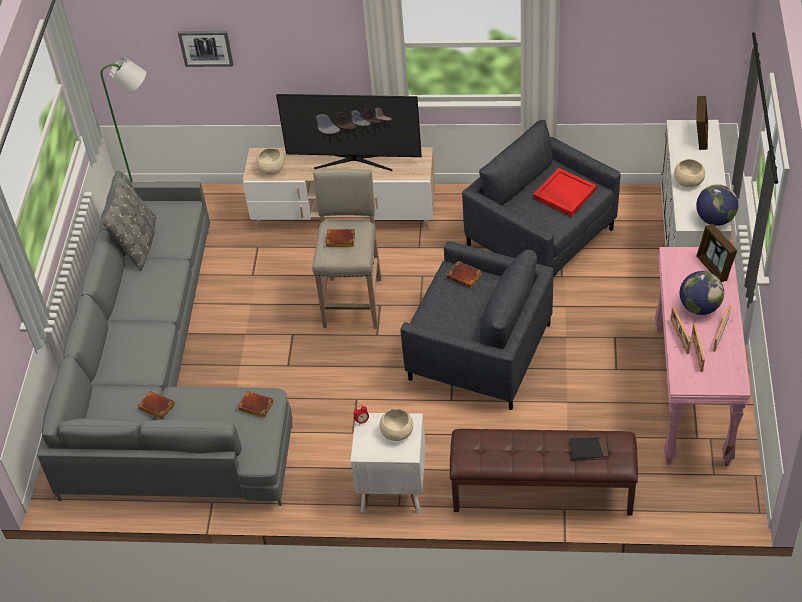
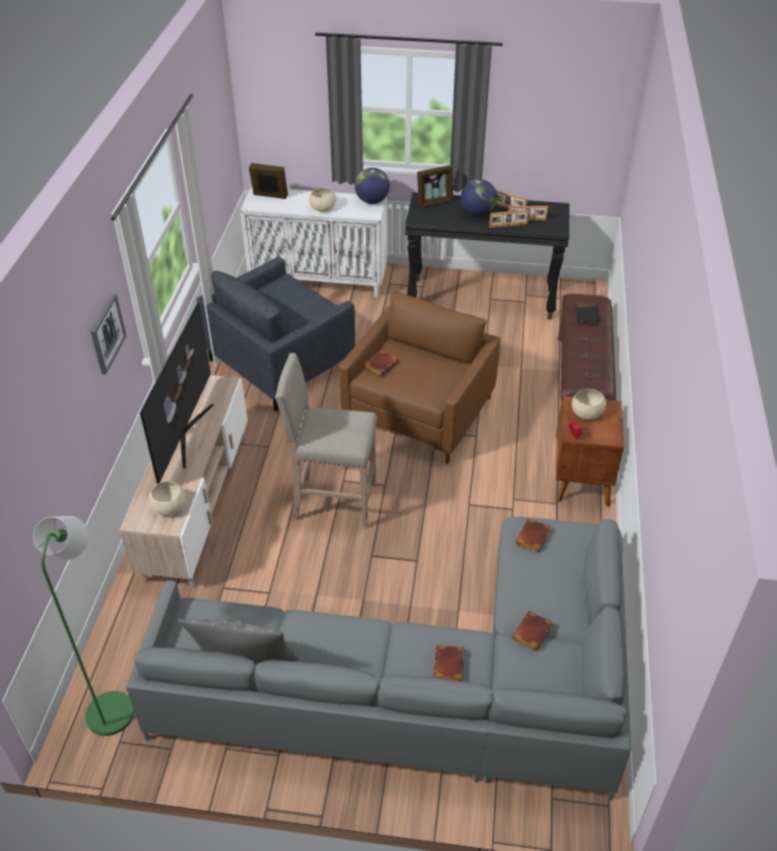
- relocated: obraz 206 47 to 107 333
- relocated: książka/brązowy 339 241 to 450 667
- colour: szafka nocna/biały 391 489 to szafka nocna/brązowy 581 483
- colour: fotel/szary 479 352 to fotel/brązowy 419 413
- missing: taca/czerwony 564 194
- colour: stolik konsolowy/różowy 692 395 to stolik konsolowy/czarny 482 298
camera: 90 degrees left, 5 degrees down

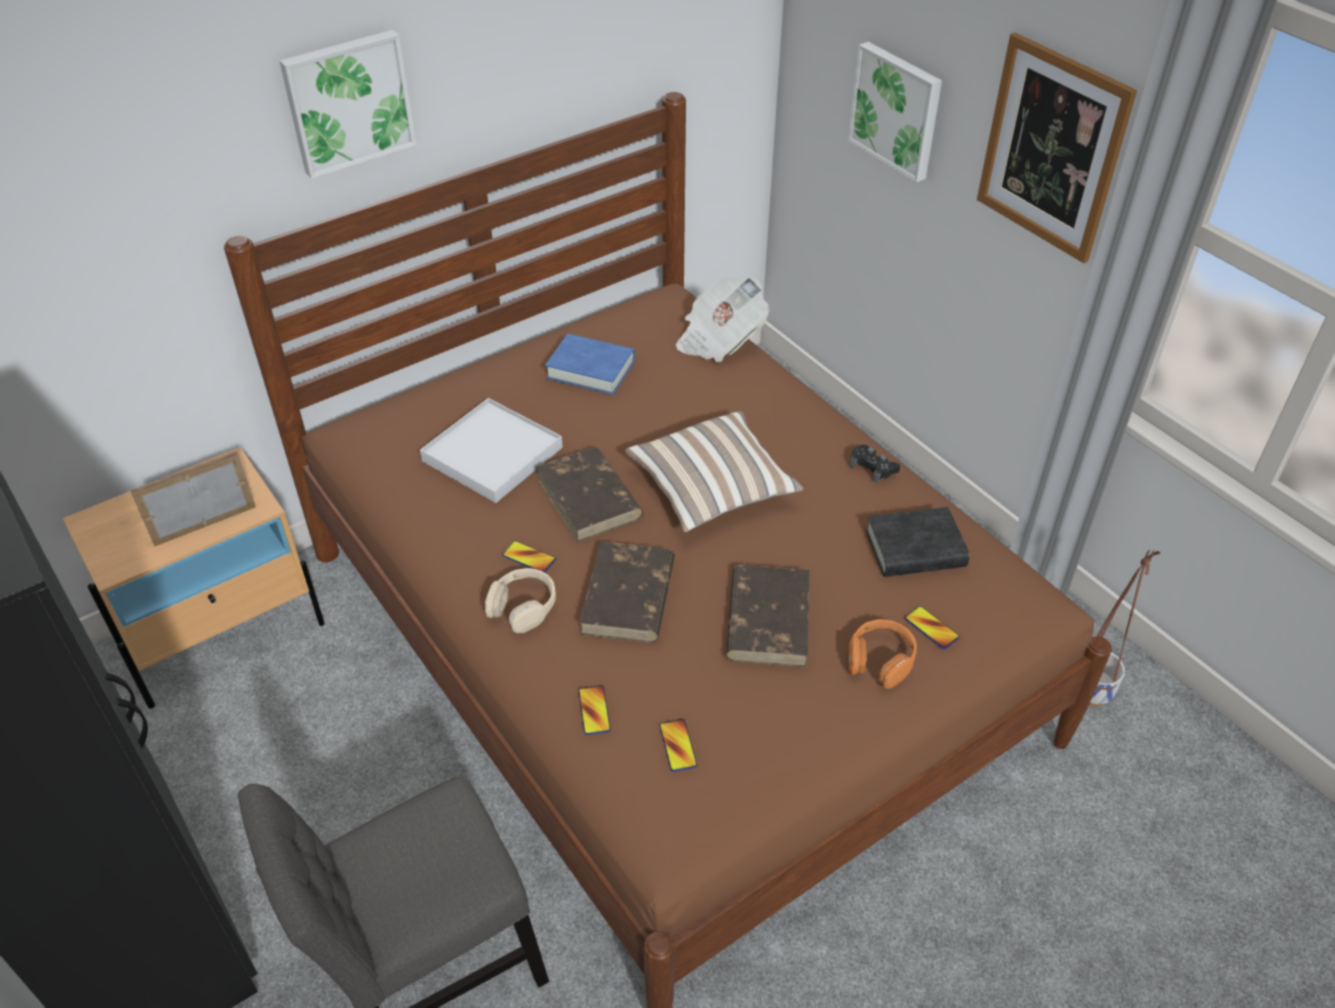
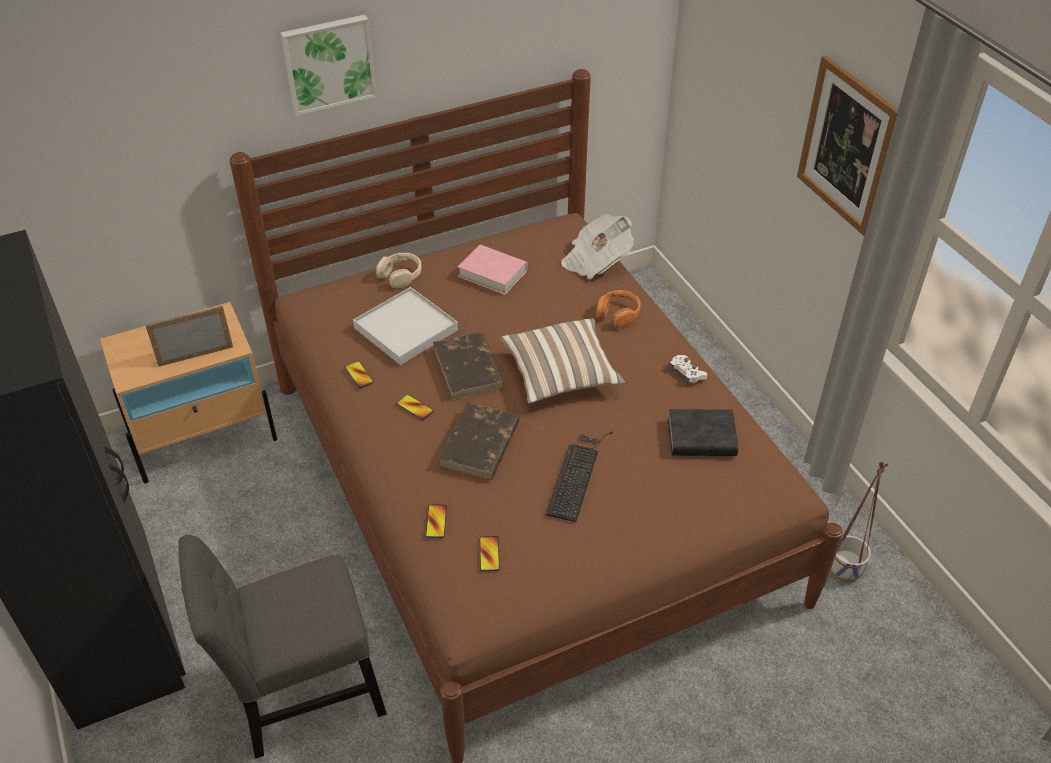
- relocated: słuchawki/beżowy 523 607 to 400 275
- colour: książka/niebieski 591 369 to książka/różowy 493 274
- exchanged: książka/brązowy 768 618 to klawiatura 577 474
- missing: obraz 897 110
- colour: pad do gier/czarny 873 467 to pad do gier/biały 687 373
- relocated: słuchawki/pomarańczowy 880 660 to 618 314
- relocated: telefon 931 628 to 359 375
camera: 10 degrees right, 0 degrees up

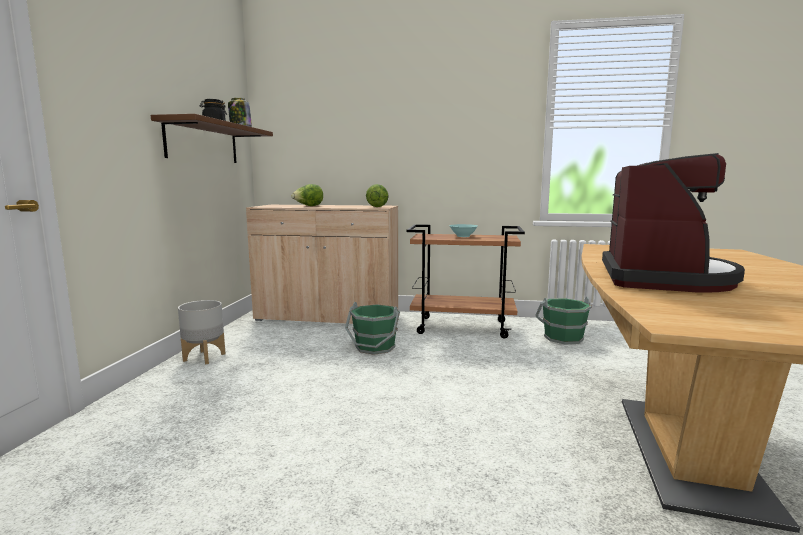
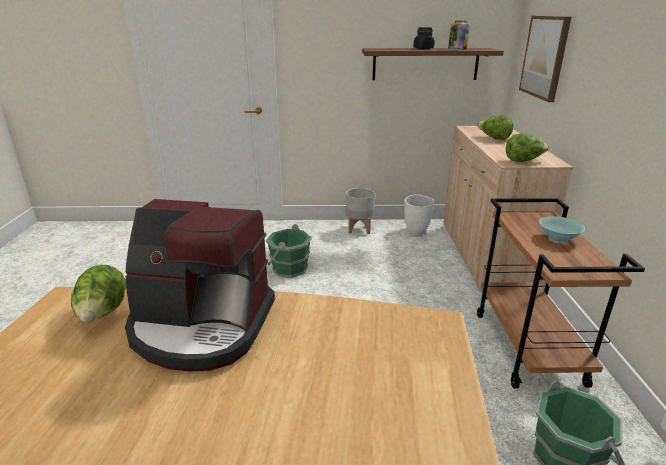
- relocated: wiadro/zielony 375 347 to 289 268
- appeared: sałata 103 314
- appeared: wazon/biały 416 231
- appeared: obraz 545 57
camera: 80 degrees right, 15 degrees up

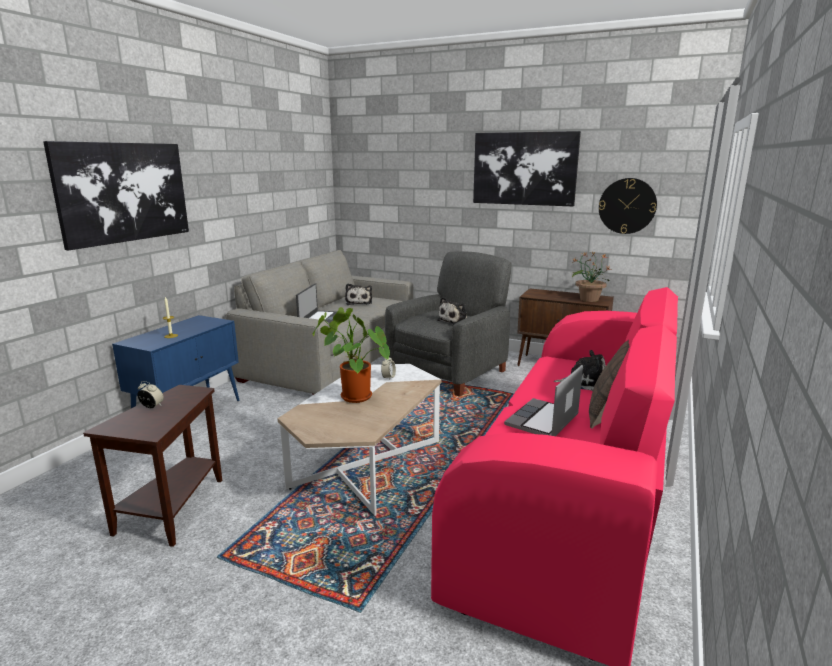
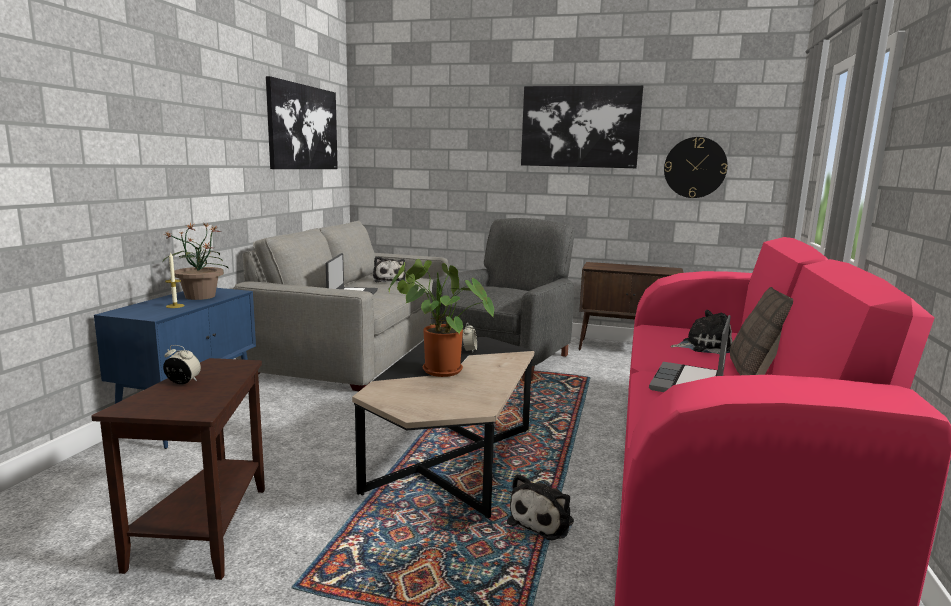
- relocated: obraz 123 192 to 303 127
- colour: ława/biały 368 464 to ława/czarny 453 460
- relocated: pluszak 455 321 to 543 521
- relocated: roślina doniczkowa 588 299 to 200 296
camera: 10 degrees left, 5 degrees down

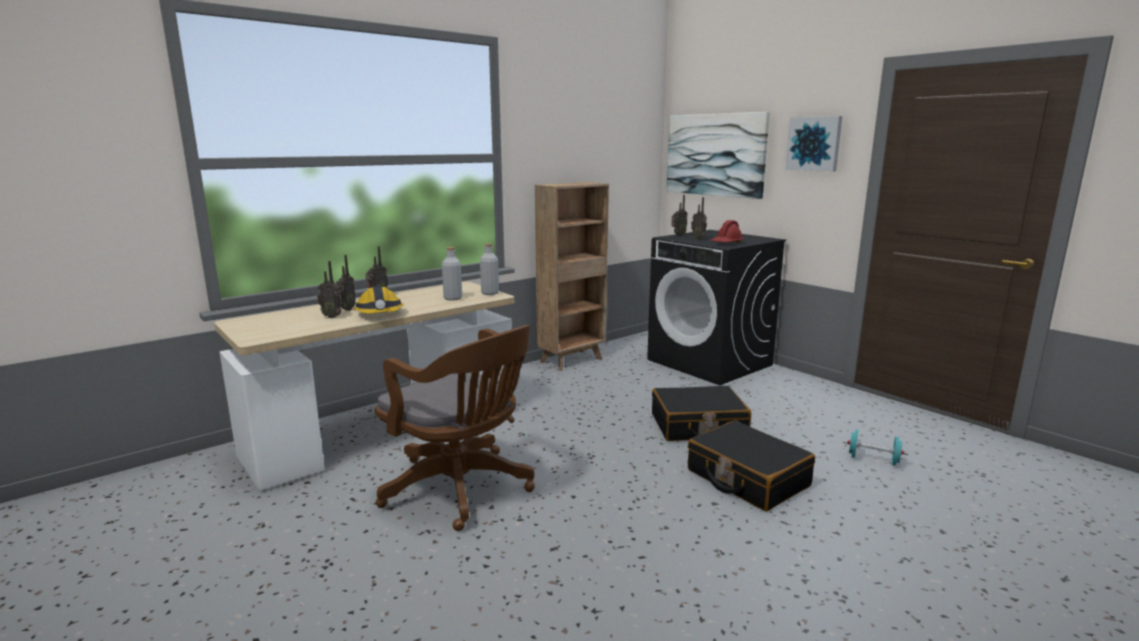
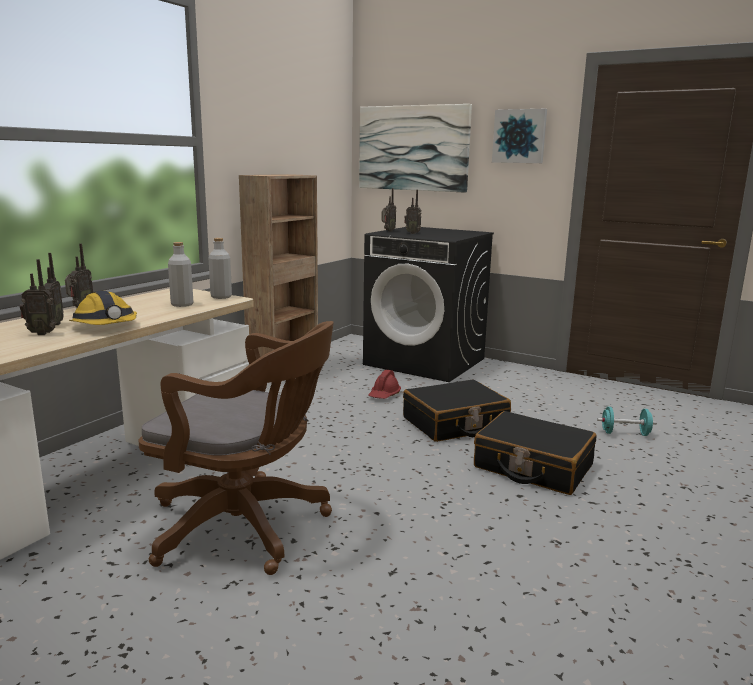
- relocated: kask/czerwony 726 243 to 384 395
camera: 20 degrees left, 0 degrees up

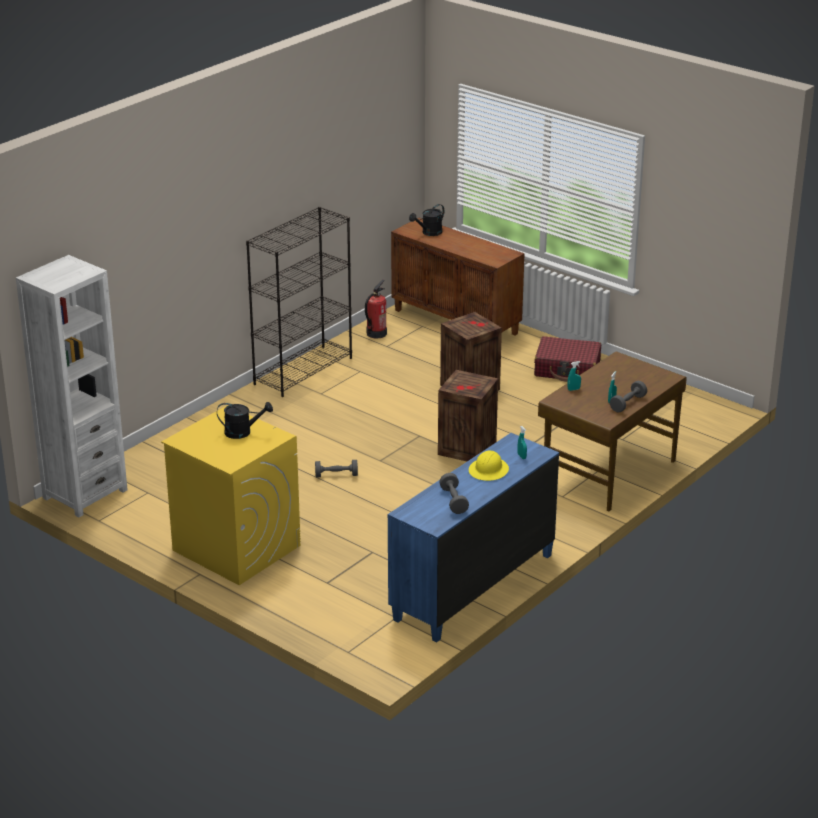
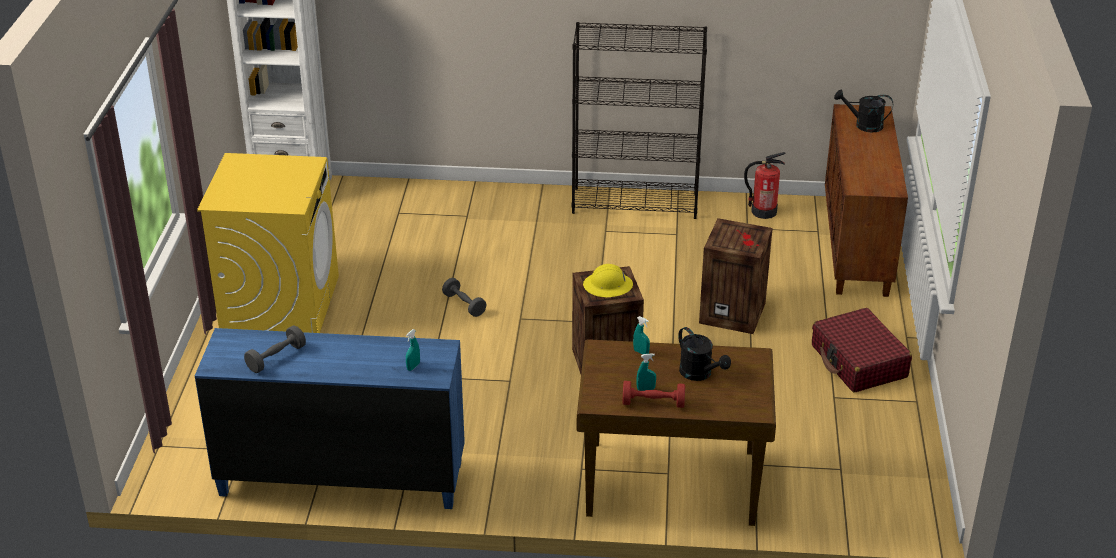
- relocated: konewka/czarny 243 432 to 700 374
- relocated: kask/żółty 489 470 to 608 286
- colour: hantel/szary 628 403 to hantel/czerwony 653 403
camera: 55 degrees right, 5 degrees up

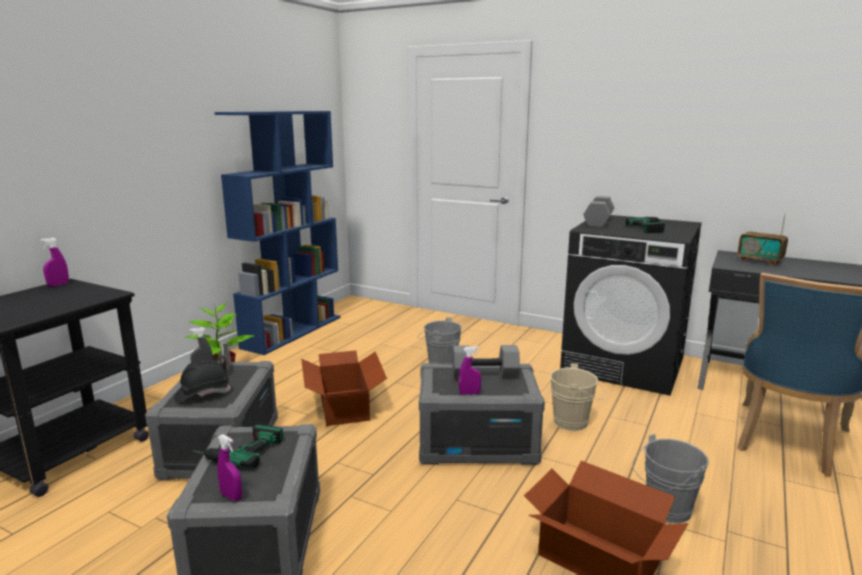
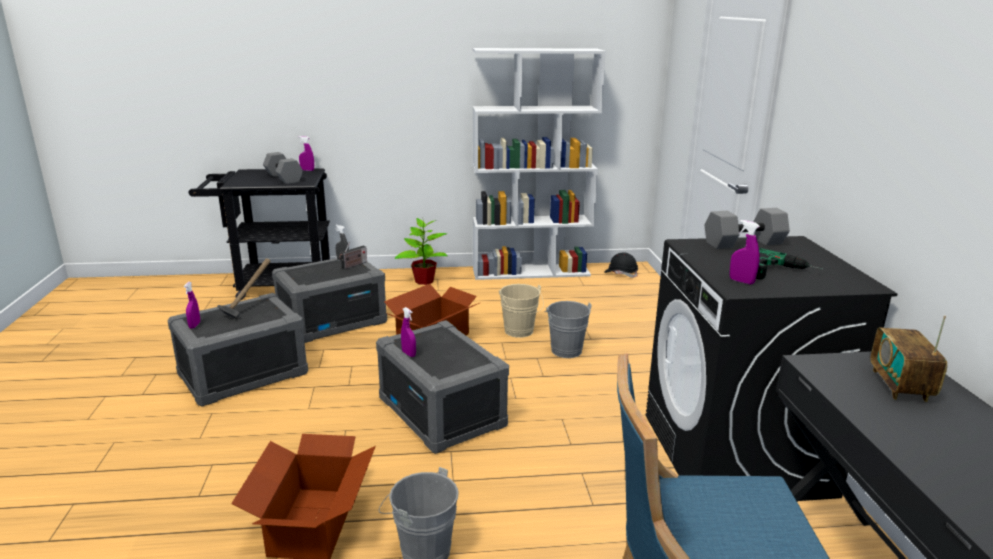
- relocated: kask/czarny 202 394 to 621 274
- exchanged: wiertarka 238 450 to młotek 247 308
- colour: regał/niebieski 292 331 to regał/biały 531 271
- relocated: hantel/szary 485 374 to 284 178
- relocated: wiadro/beżowy 574 423 to 520 332
- appeared: spryskiwacz/fioletowy 741 281
camera: 55 degrees right, 5 degrees up

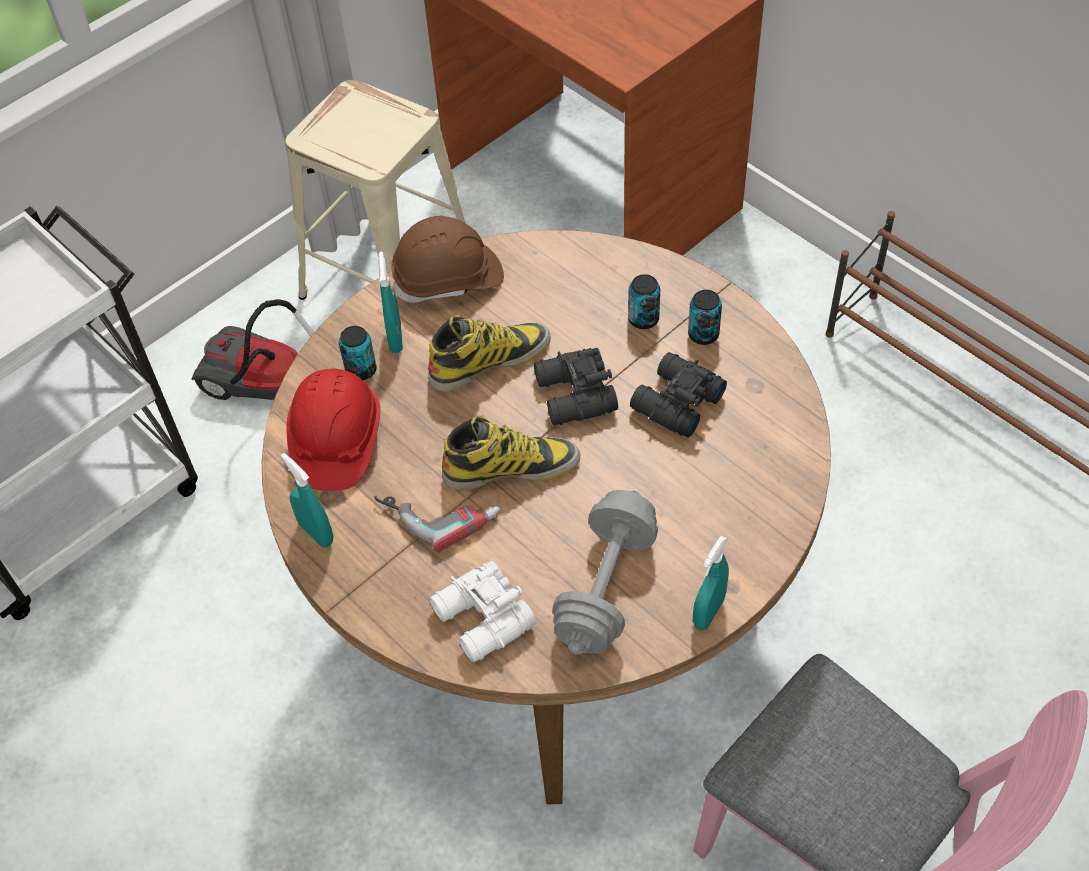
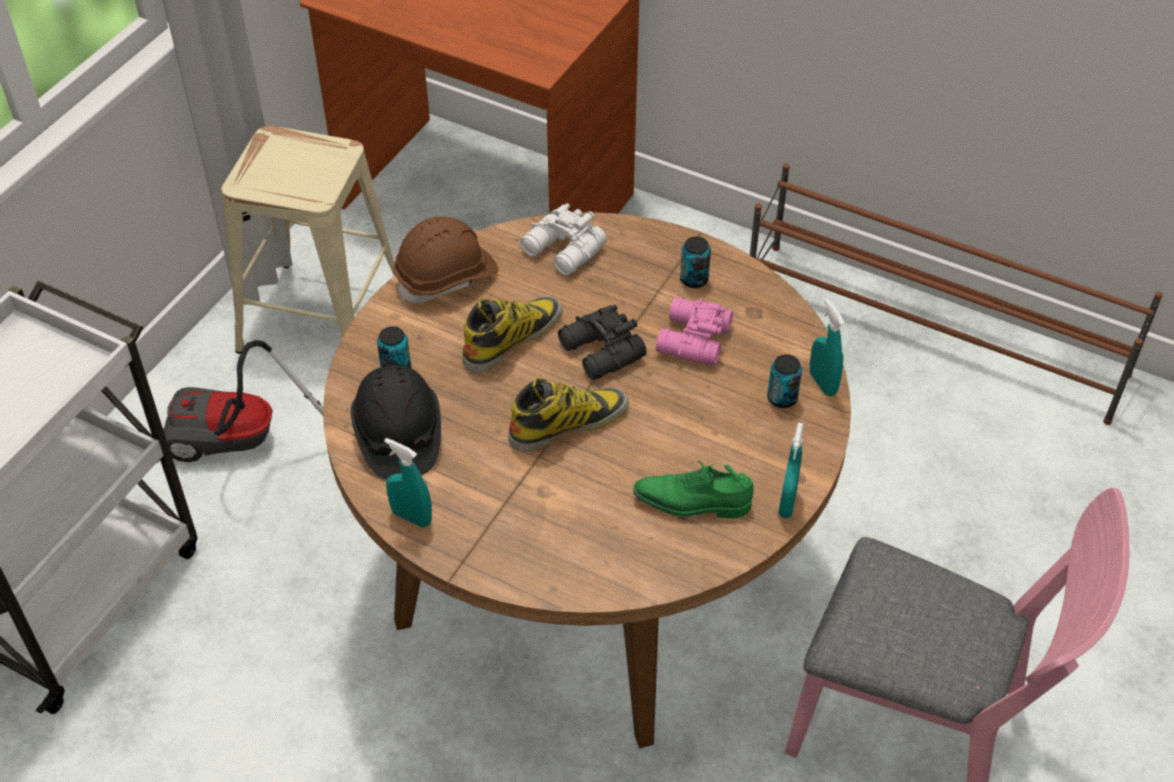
- colour: kask/czerwony 336 442 to kask/czarny 398 436
- missing: wiertarka 439 510
- relocated: spryskiwacz/turkusowy 395 338 to 822 383
- relocated: lornetka/biały 482 621 to 563 251
- exchanged: hantel/szary 606 587 to but/zielony 692 503
- relocated: puszka 643 319 to 782 398
- colour: lornetka/czarny 675 403 to lornetka/różowy 691 340
camera: 20 degrees left, 5 degrees down

